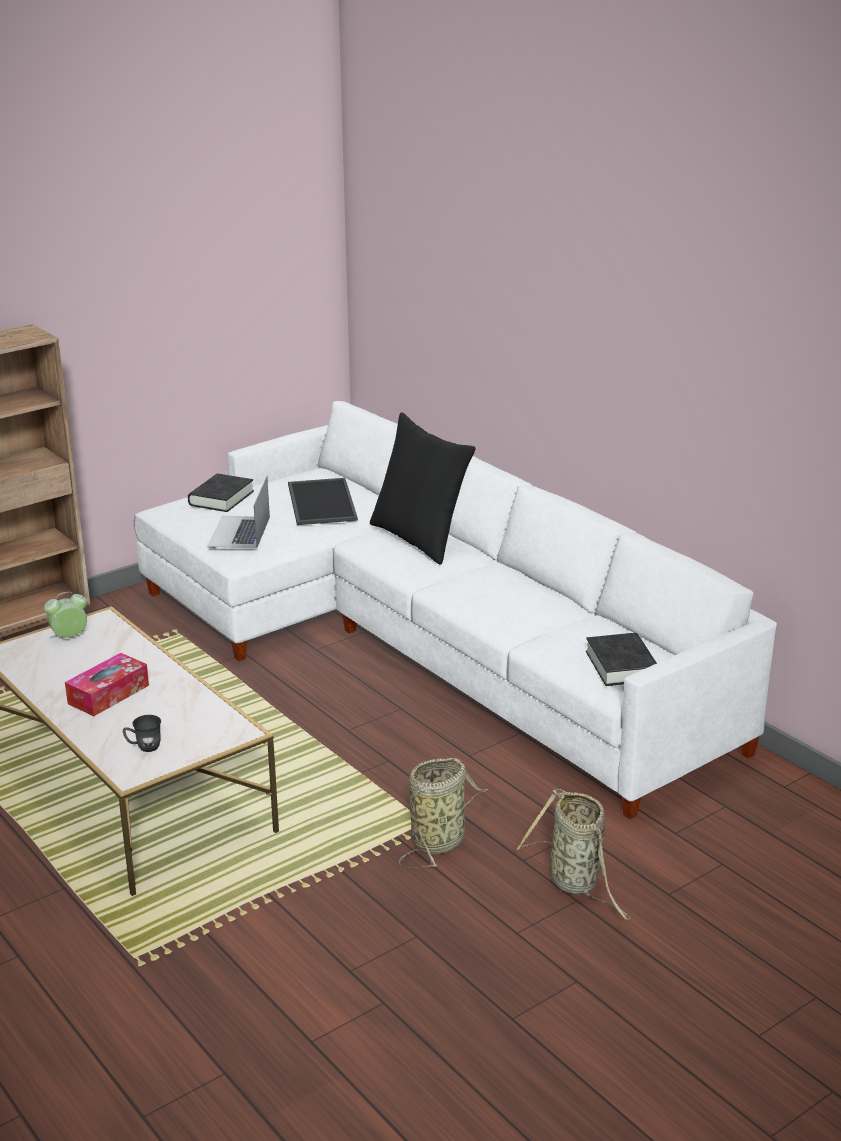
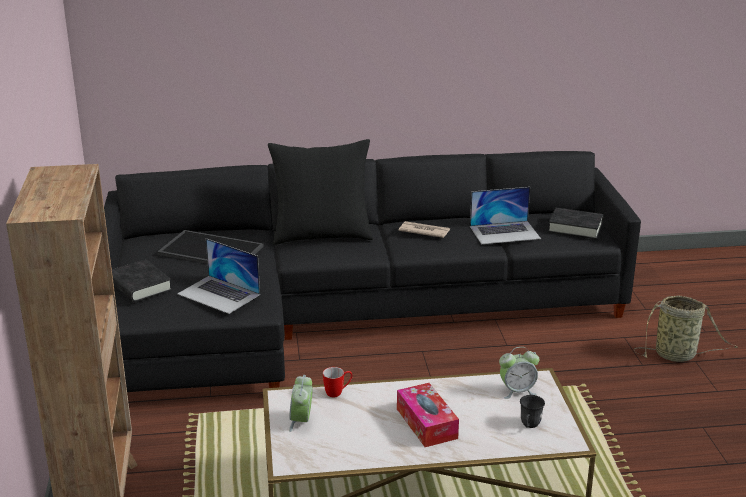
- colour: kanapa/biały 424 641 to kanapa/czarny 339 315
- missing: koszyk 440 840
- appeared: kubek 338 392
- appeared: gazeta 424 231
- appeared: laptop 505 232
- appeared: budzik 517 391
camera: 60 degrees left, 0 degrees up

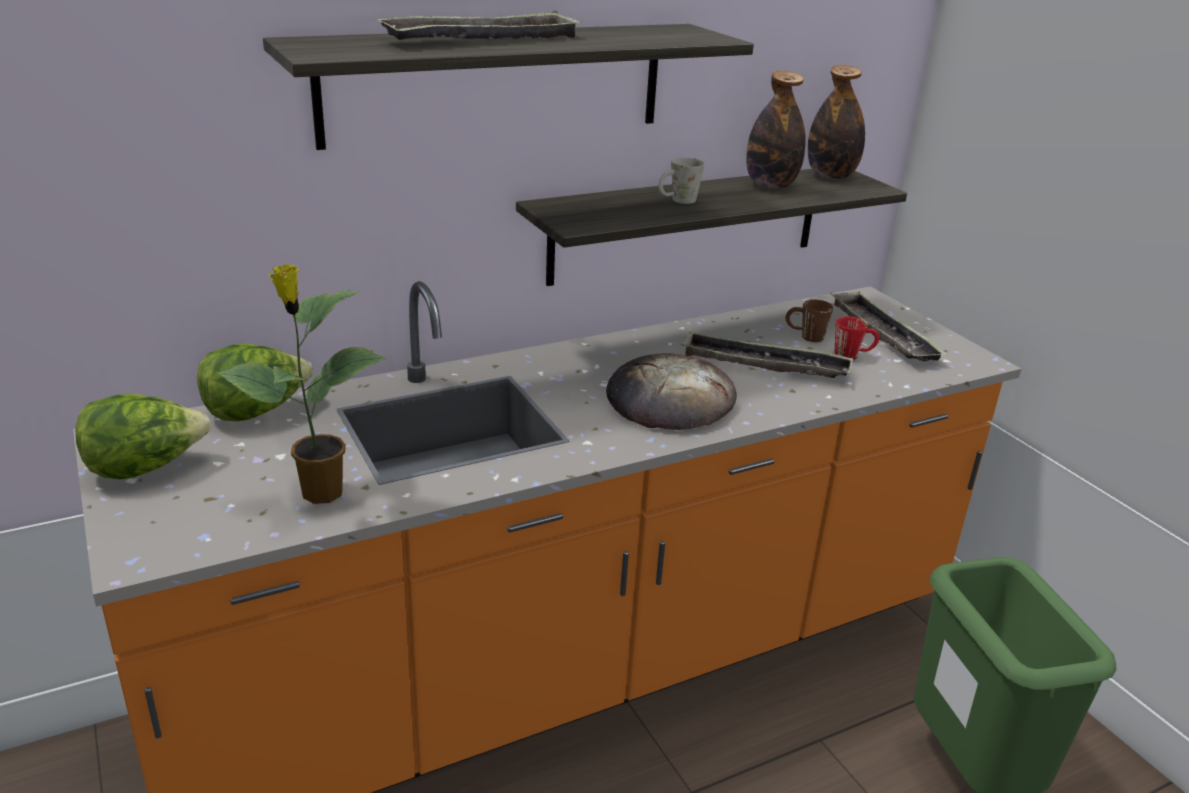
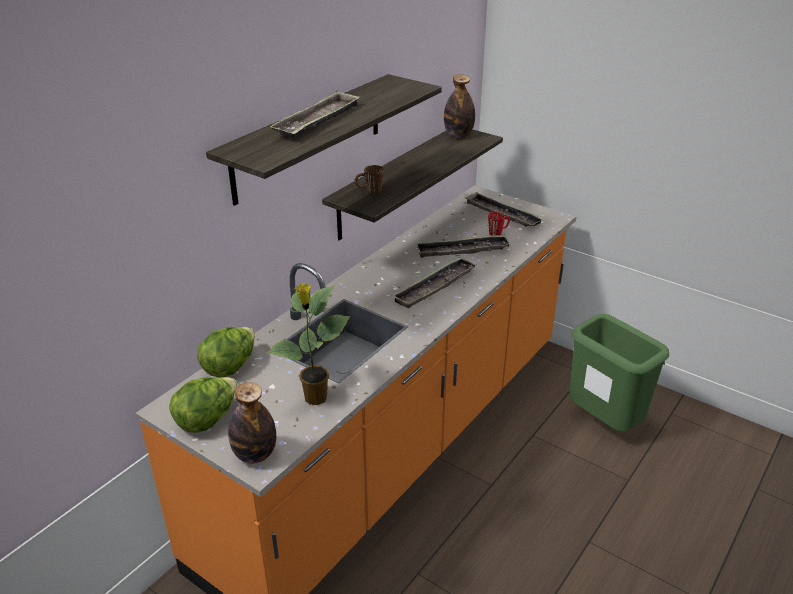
- exchanged: chleb 669 400 to taca 435 287
- missing: kubek/biały 677 201
- relocated: butelka 770 185 to 255 455
- relocated: kubek/brązowy 805 336 to 369 190
camera: 25 degrees left, 5 degrees up

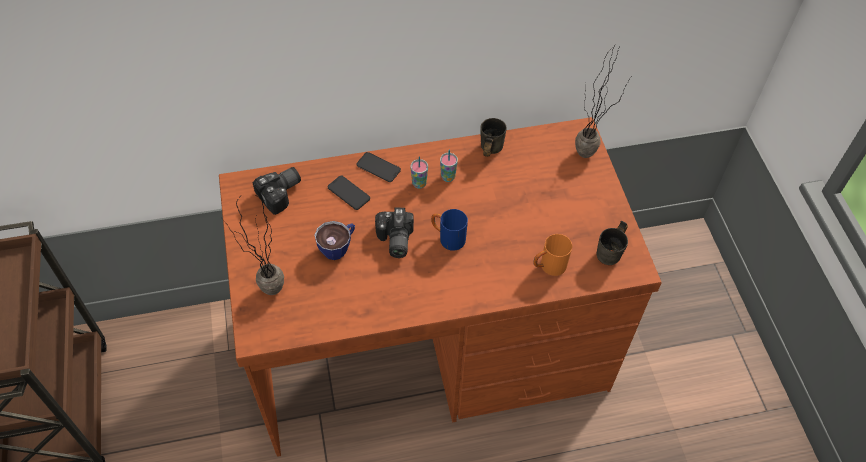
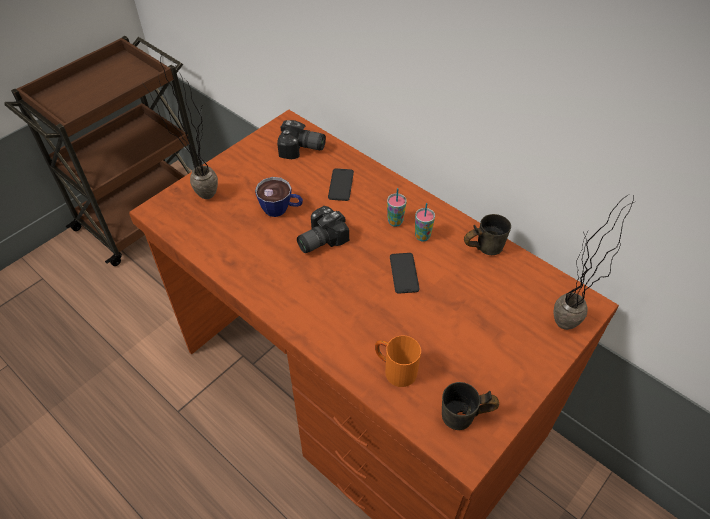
- relocated: telefon 378 167 to 404 273
- missing: kubek/niebieski 447 238
camera: 55 degrees right, 5 degrees down

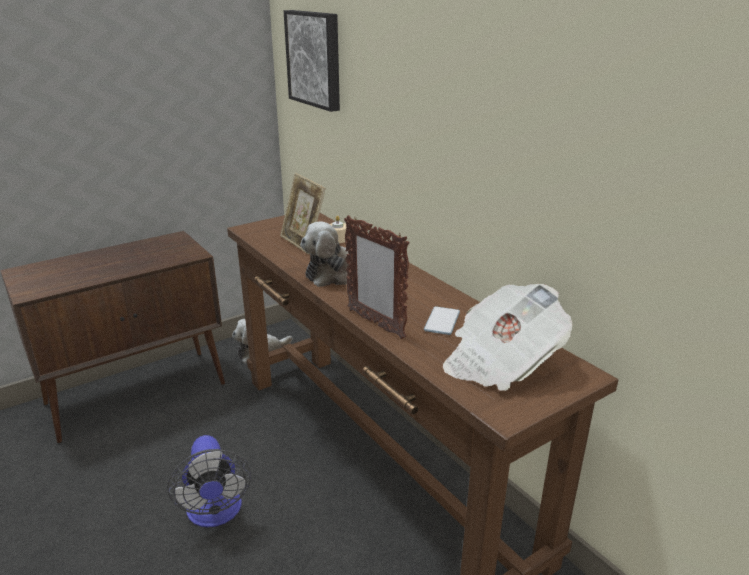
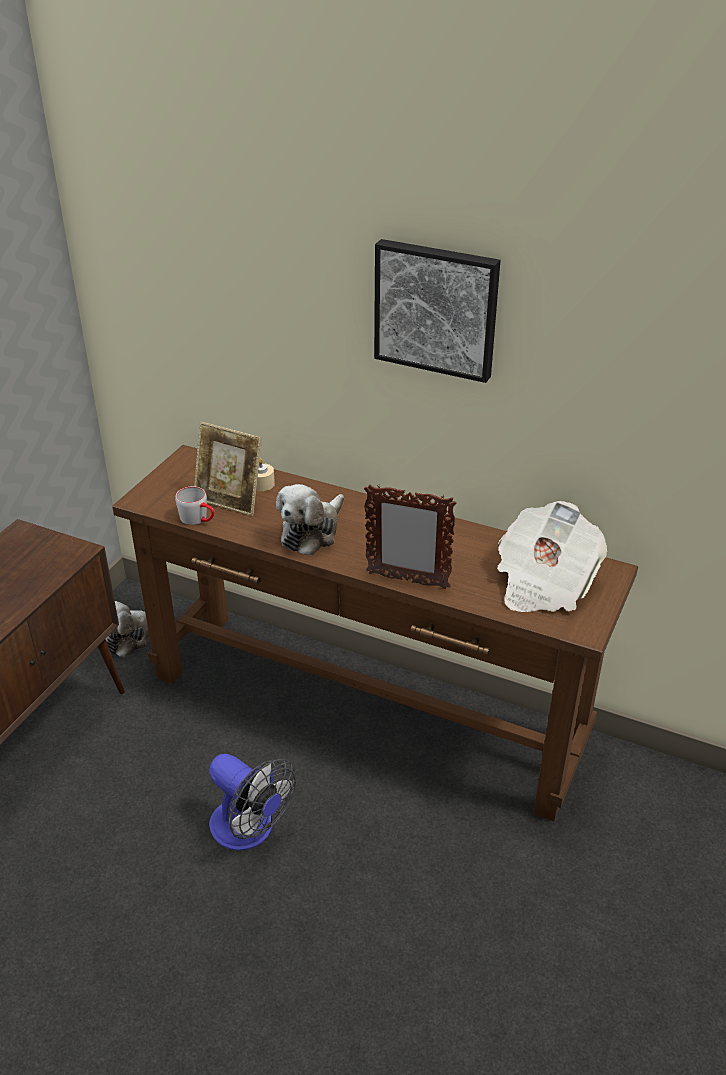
- relocated: obraz 315 59 to 437 308
- missing: telefon 442 321
- appeared: kubek/szary 198 519
camera: 30 degrees left, 10 degrees up

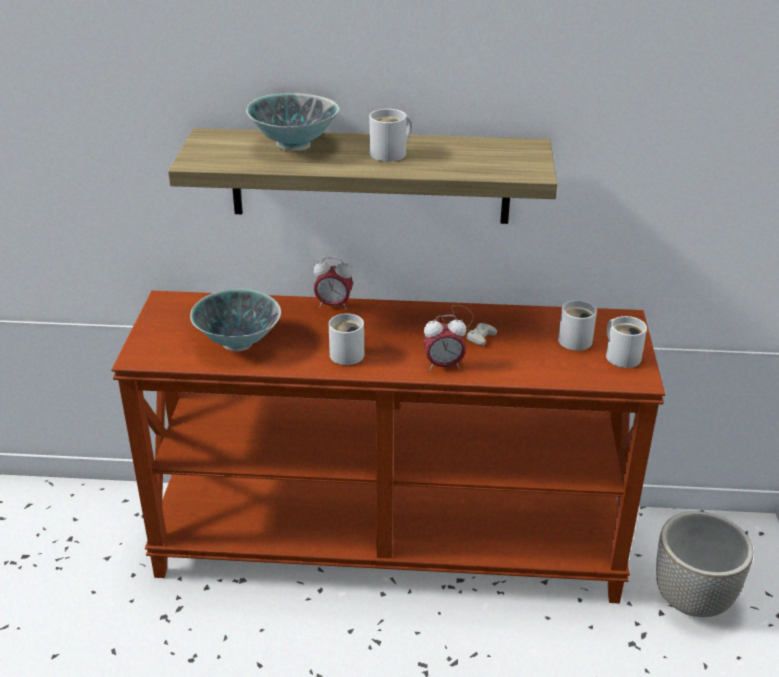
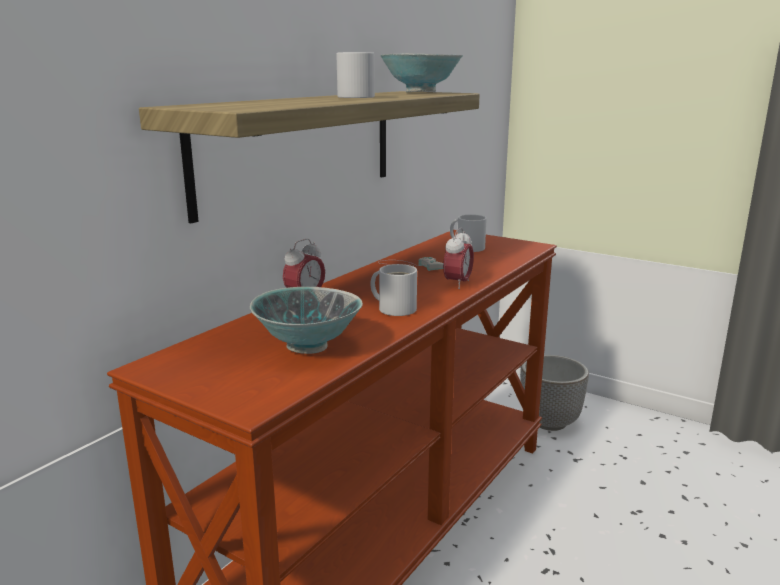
- relocated: miska 294 146 to 421 92
- missing: kubek/biały 622 355
camera: 60 degrees left, 15 degrees down

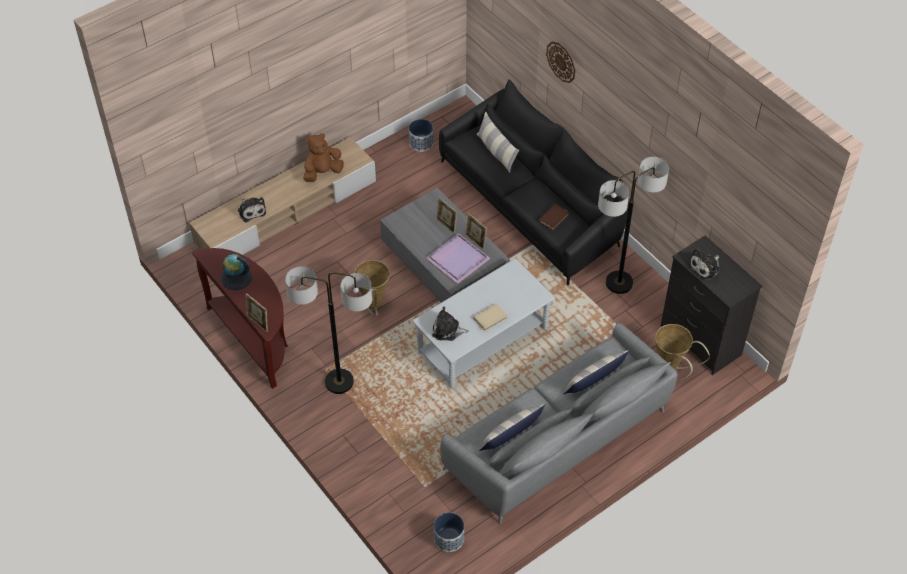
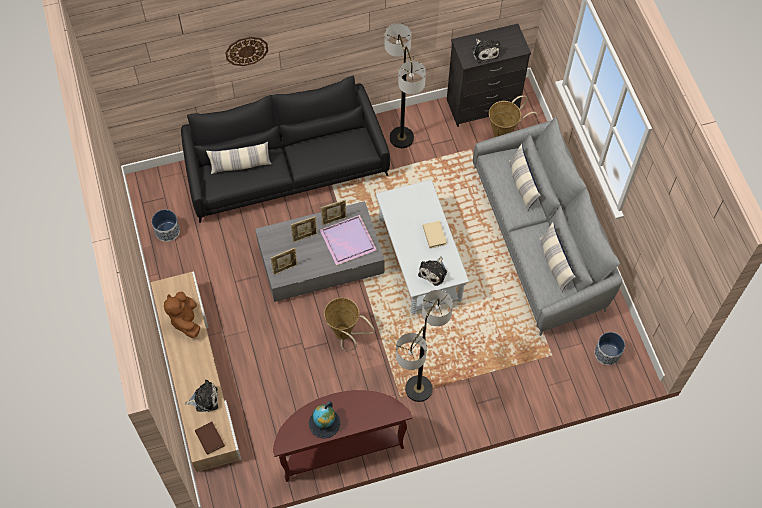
- relocated: ramka na zdjęcie 258 323 to 285 268
- relocated: książka/brązowy 553 218 to 209 438
camera: 70 degrees left, 10 degrees up

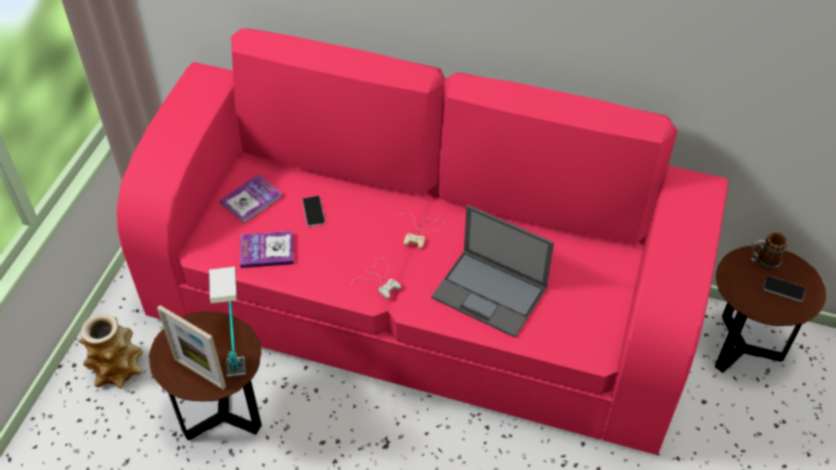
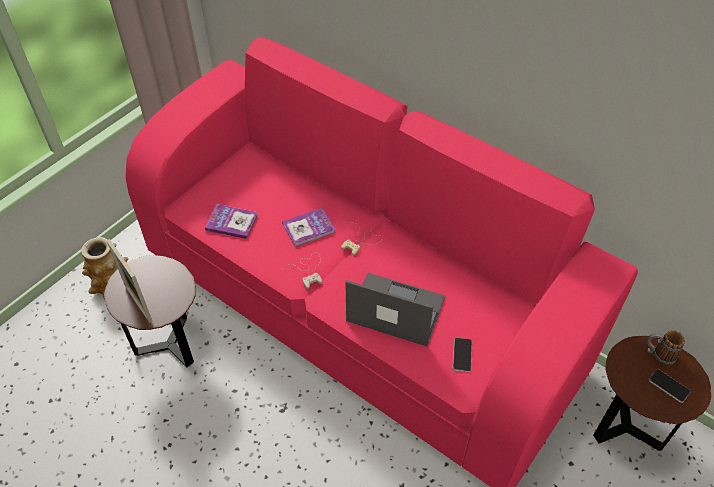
- missing: lampa stołowa 235 342
- relocated: książka 251 200 to 308 228
- relocated: telefon 313 211 to 462 355
- spun: laptop 491 293 = 394 309 150 degrees clockwise
camera: 20 degrees right, 0 degrees up

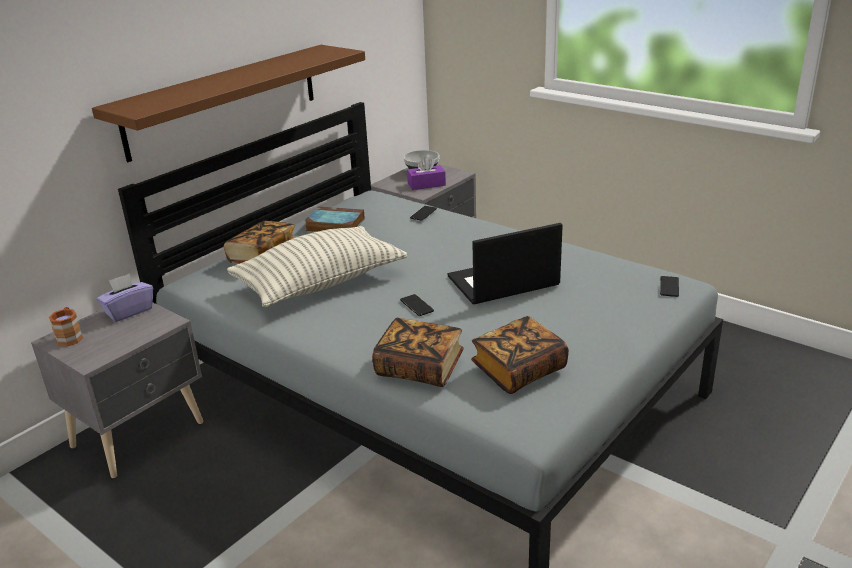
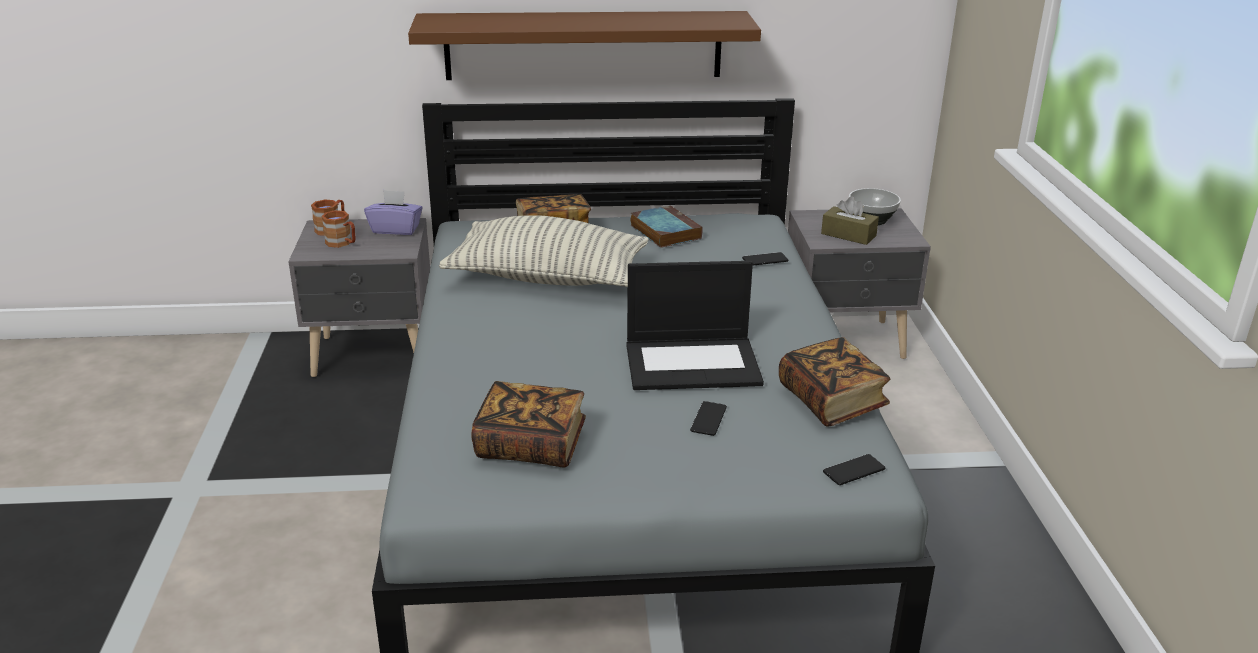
- relocated: książka 419 368 to 831 401
- relocated: telefon 416 306 to 708 419
- colour: pudełko chusteczek/fioletowy 426 184 to pudełko chusteczek/brązowy 848 235
- spun: laptop 502 282 = 693 363 150 degrees clockwise
- appeared: kubek/brązowy 342 243
camera: 45 degrees right, 0 degrees up

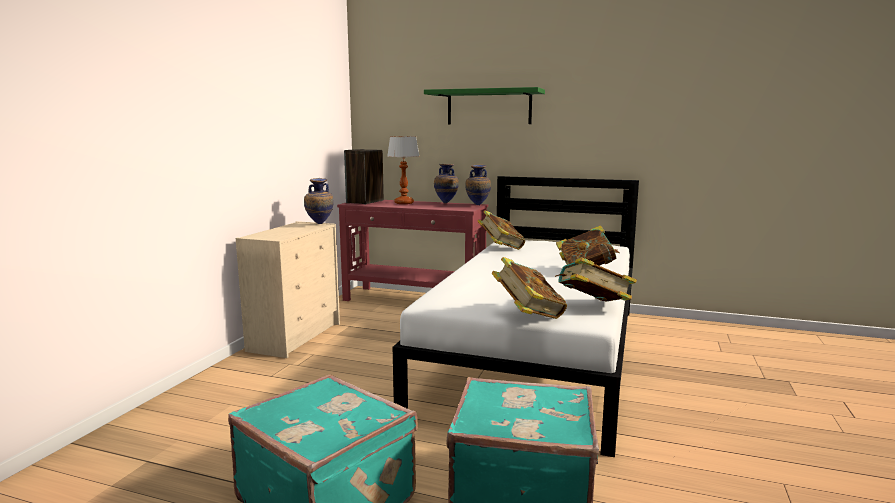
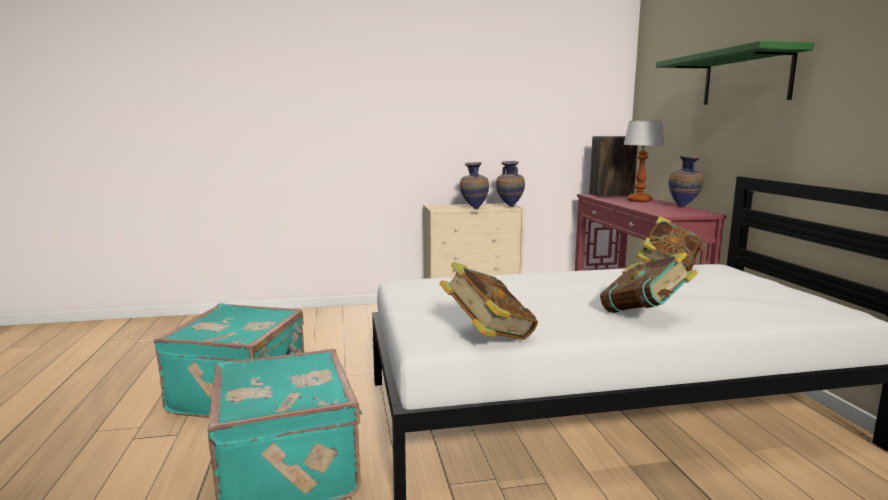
- relocated: wazon 477 205 to 473 208
- missing: książka 528 315
camera: 60 degrees right, 0 degrees up

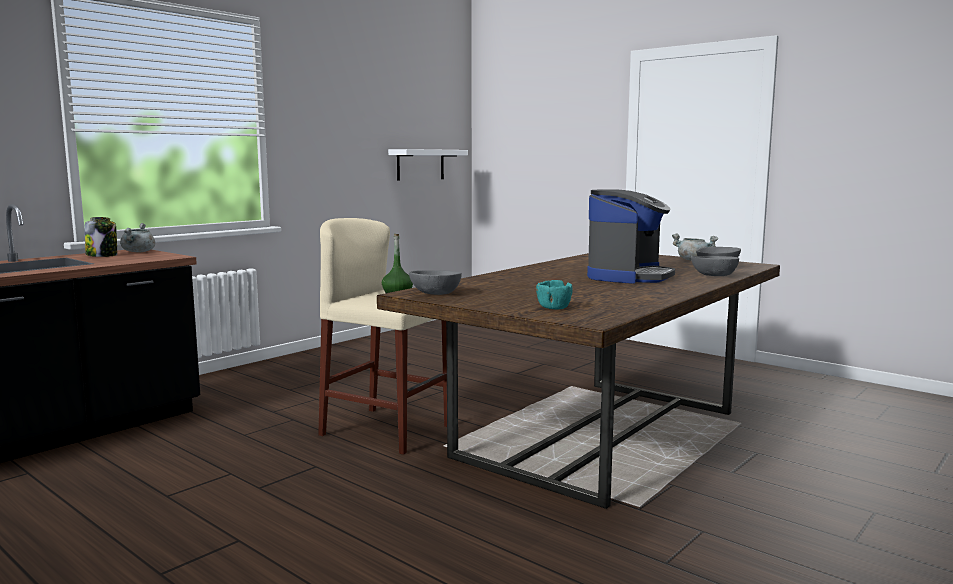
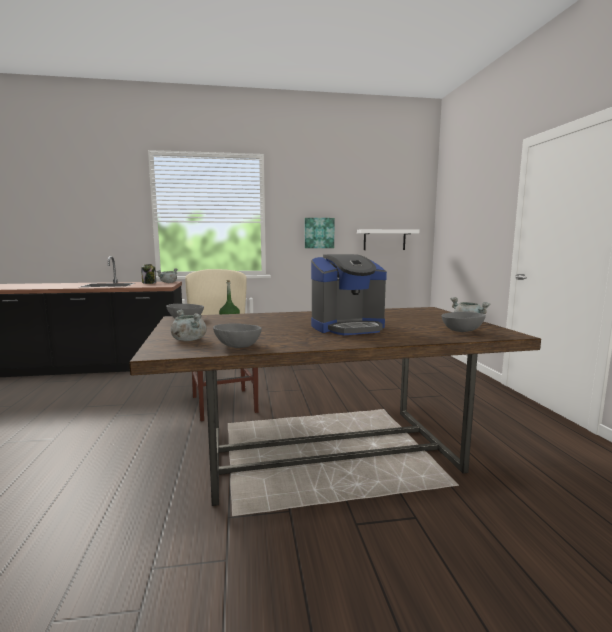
- exchanged: miska/turkusowy 554 308 to garnek/szary 188 340
- relocated: miska/szary 714 276 to 237 346
- appeared: obraz 319 233
camera: 40 degrees right, 0 degrees up

